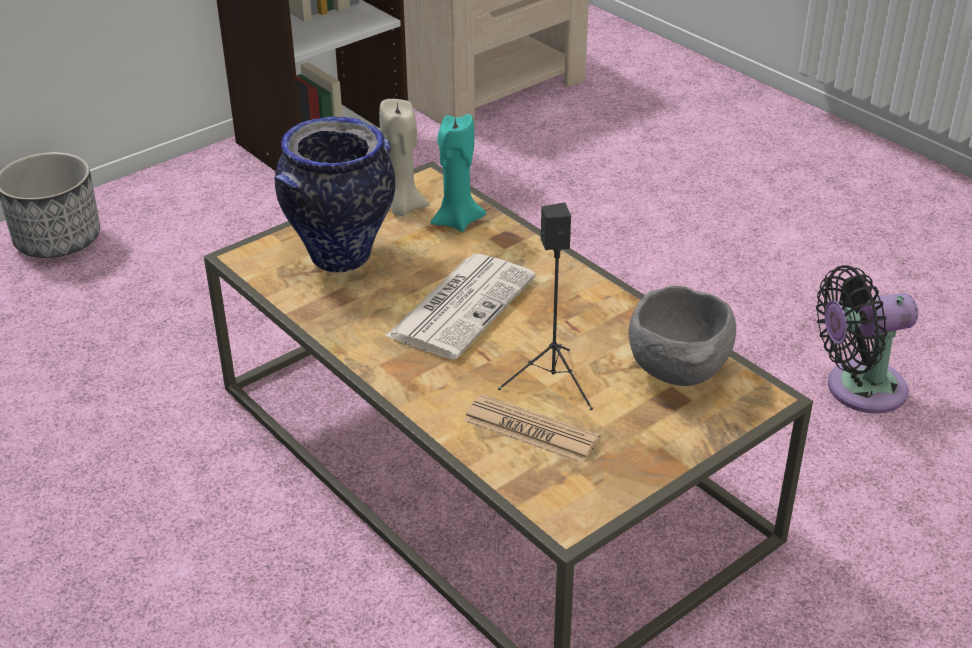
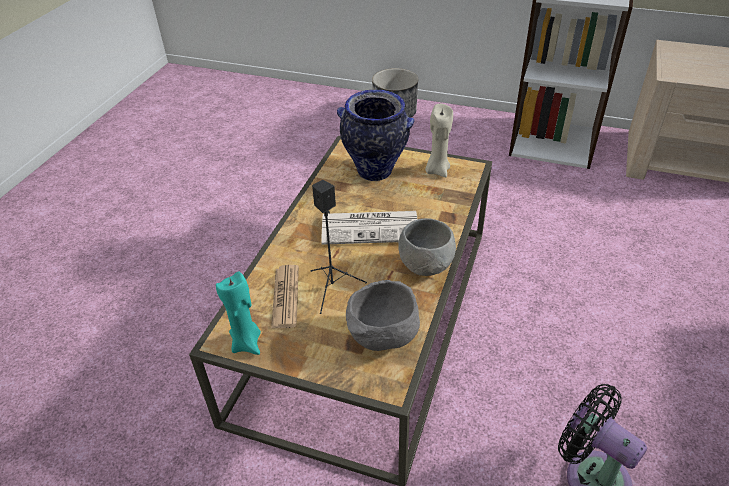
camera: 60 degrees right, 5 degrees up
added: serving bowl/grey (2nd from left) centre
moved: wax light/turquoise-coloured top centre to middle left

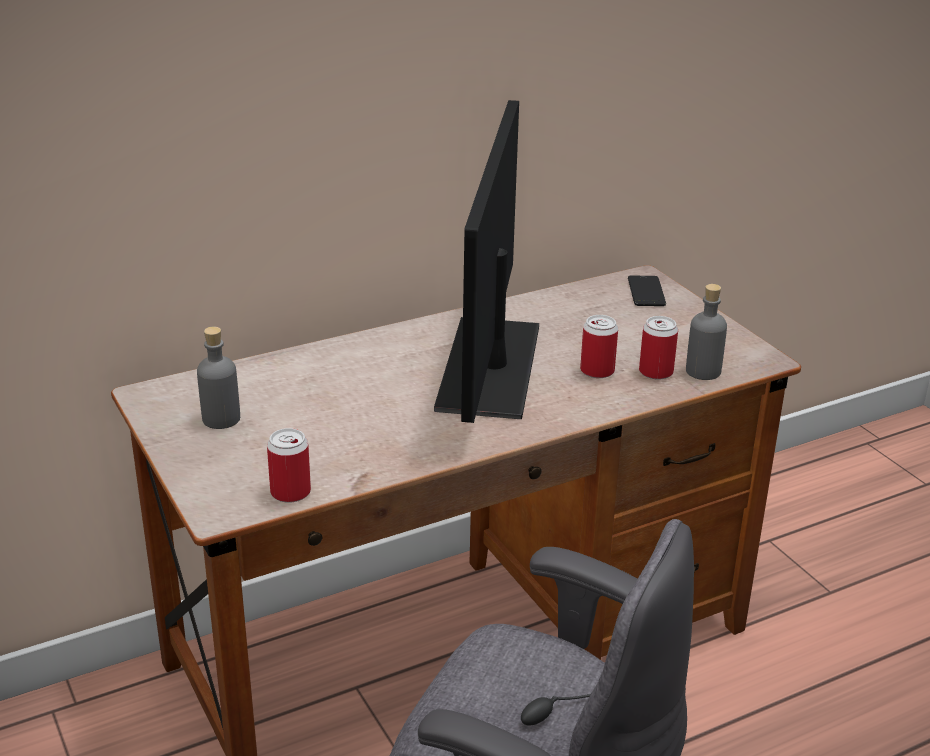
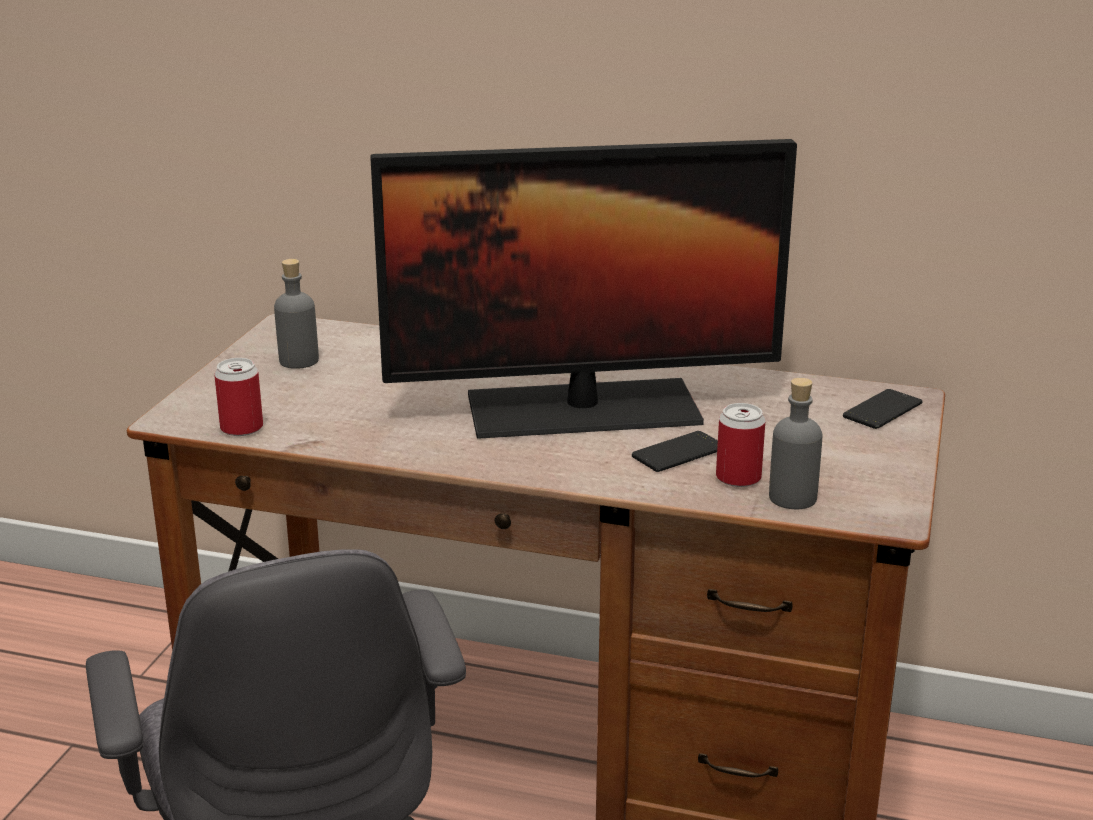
camera: 45 degrees right, 5 degrees down
replaced: sealed can (2nd from left) centre to telephone (1st from left) centre
turned: computer screen centre = centre 150 degrees counterclockwise

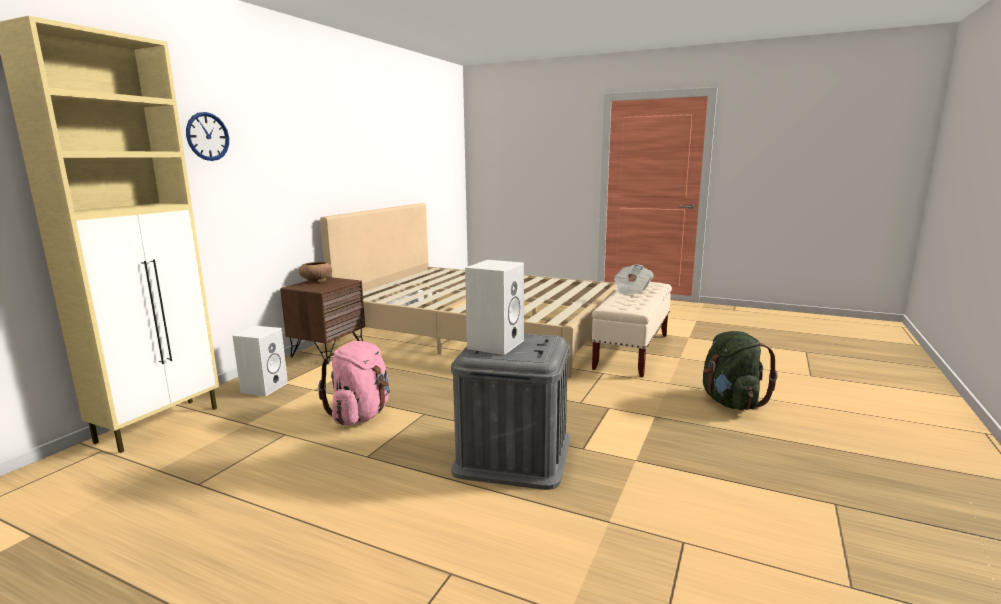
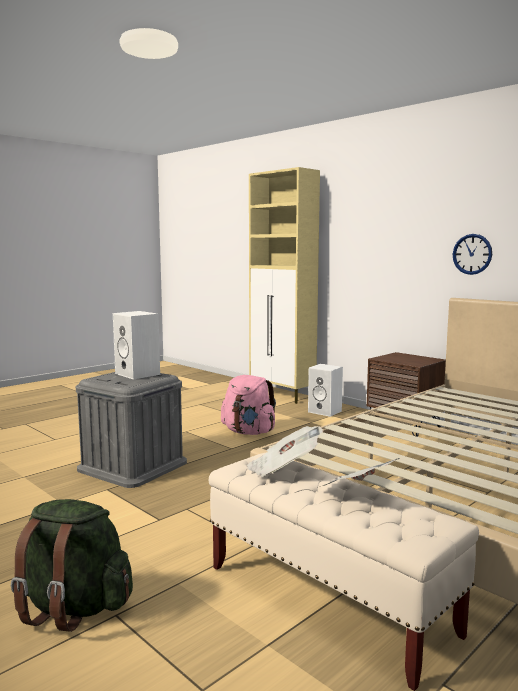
camera: 110 degrees right, 5 degrees down
removed: serving bowl/brown middle left
added: newspaper (1st from left) centre
moved: wall clock top left to middle right

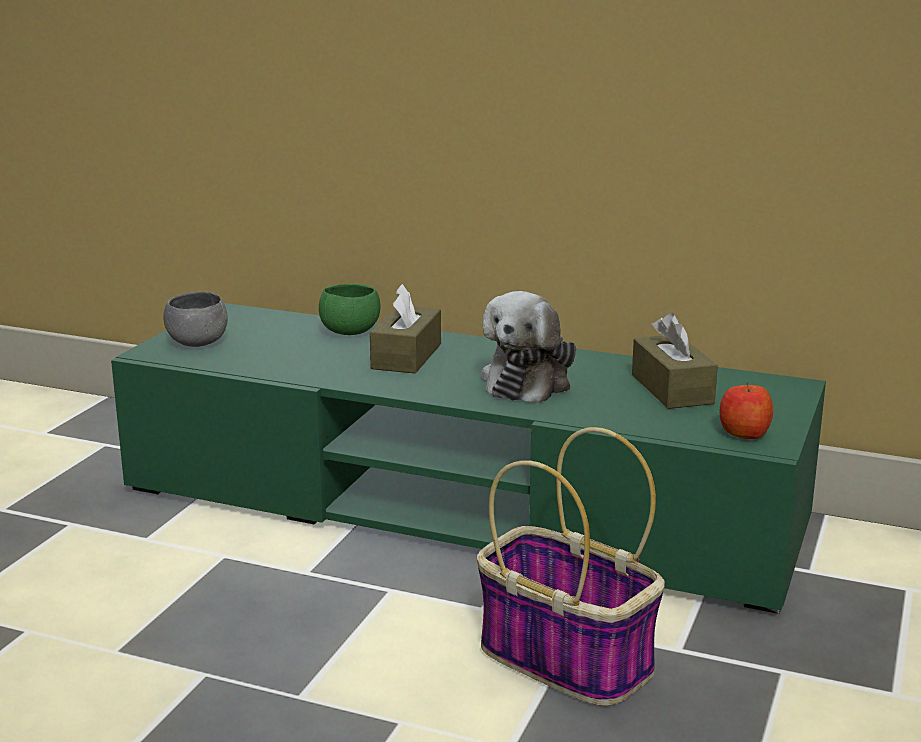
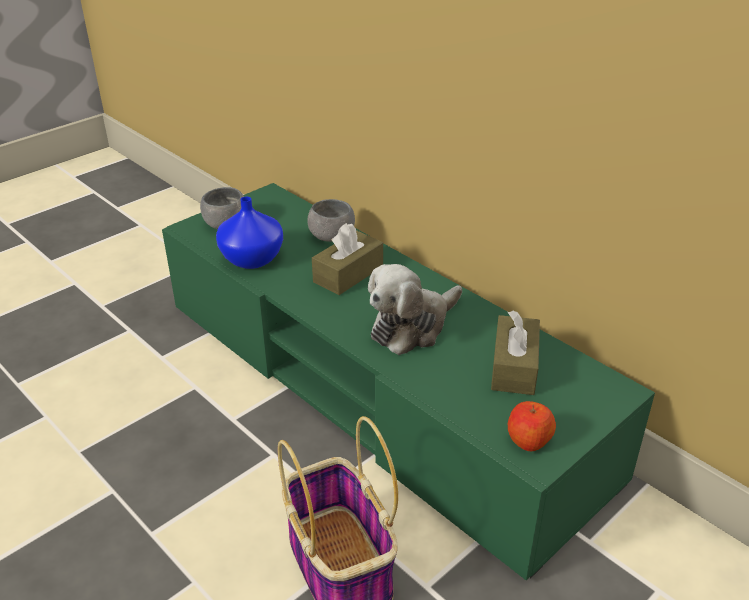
camera: 25 degrees right, 15 degrees up
added: decorative vase/bluish middle left
recoloured: serving bowl/green-coloured centre to serving bowl/grey (2nd from left) centre

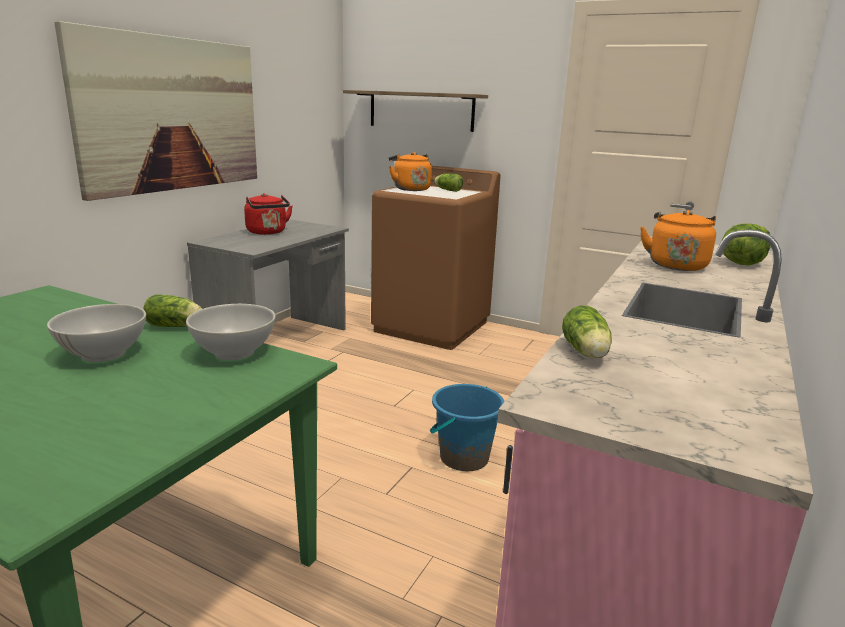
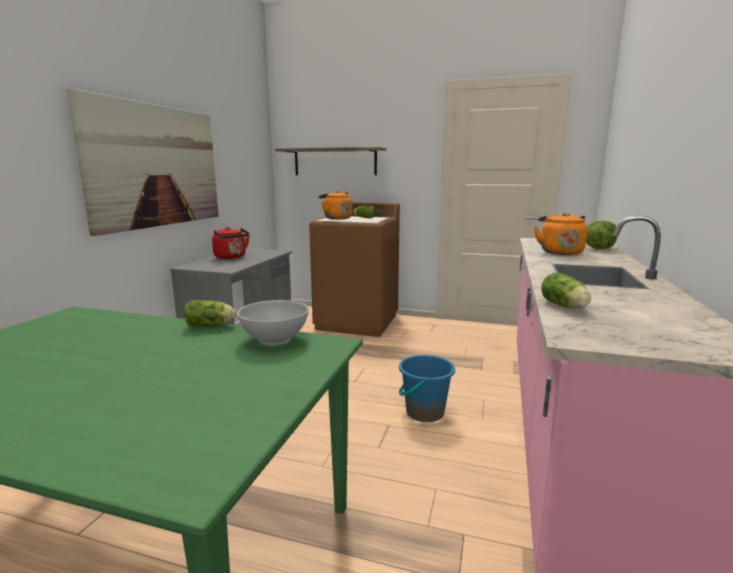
camera: 10 degrees left, 5 degrees down
removed: serving bowl/white-coloured (1st from left) middle left

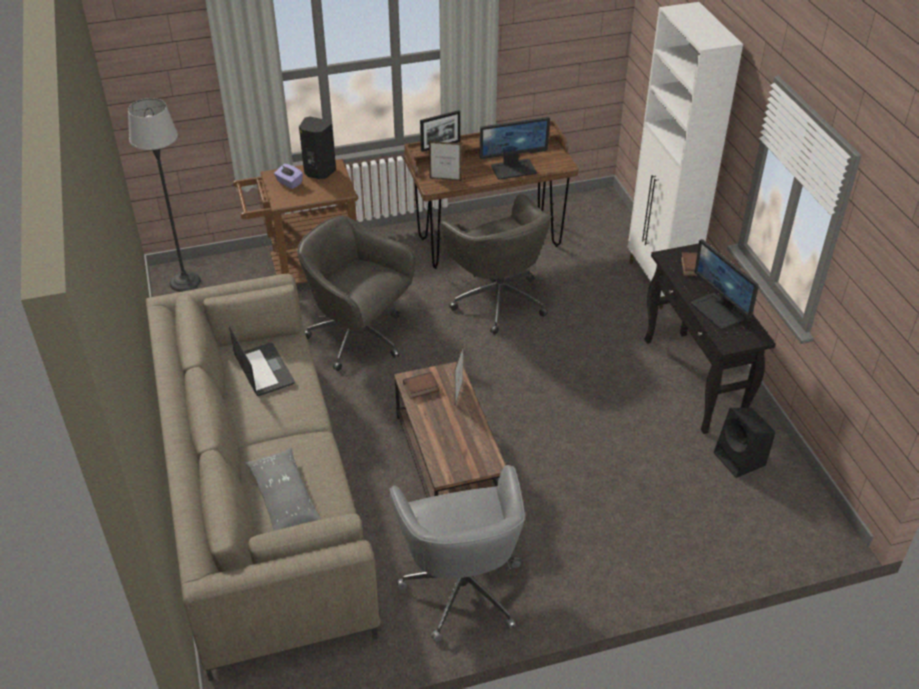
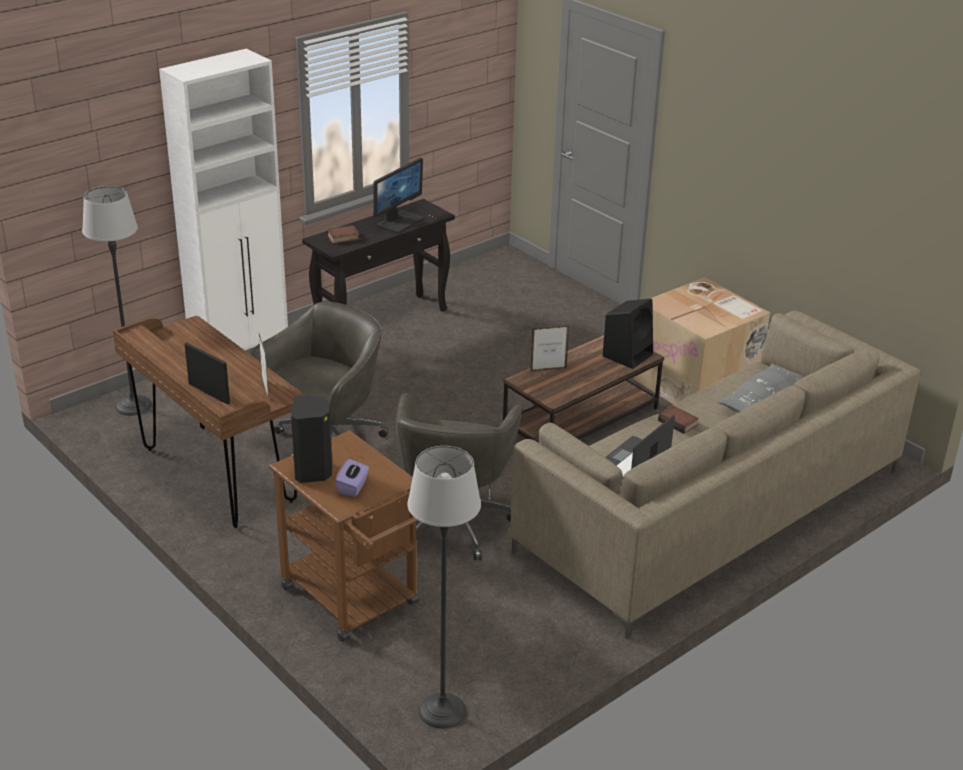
camera: 115 degrees left, 10 degrees down
removed: computer screen (1st from left) top centre
added: floor lamp (1st from left) middle left
moved: volume (1st from left in the first image) centre to volume (2nd from left) middle right; speaker/black (2nd from left) middle right to centre
replaced: computer chair/grey (2nd from left) bottom centre to carton middle right

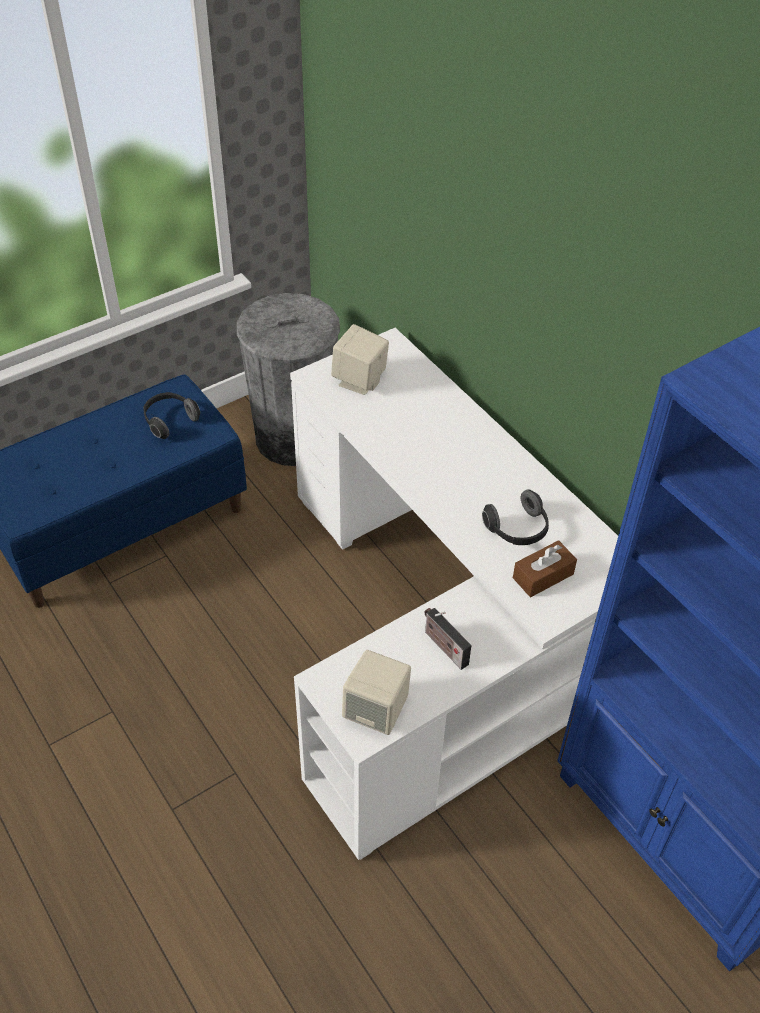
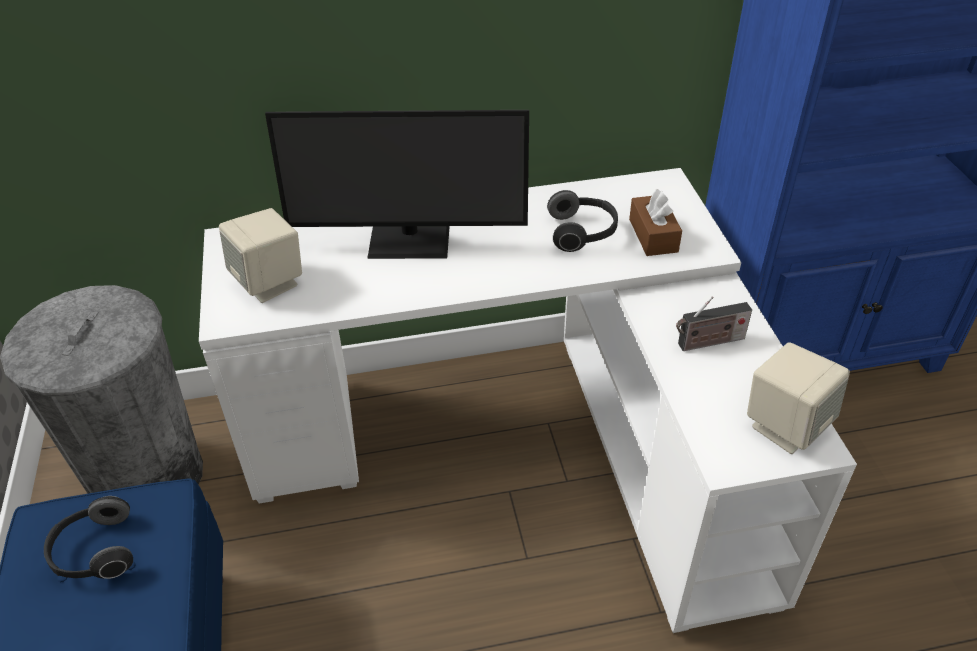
camera: 65 degrees left, 5 degrees down
added: computer screen top centre

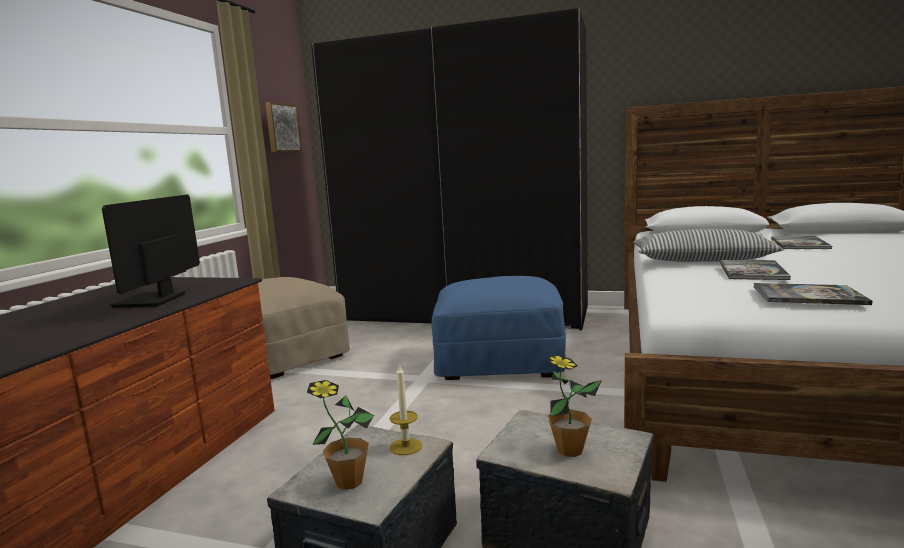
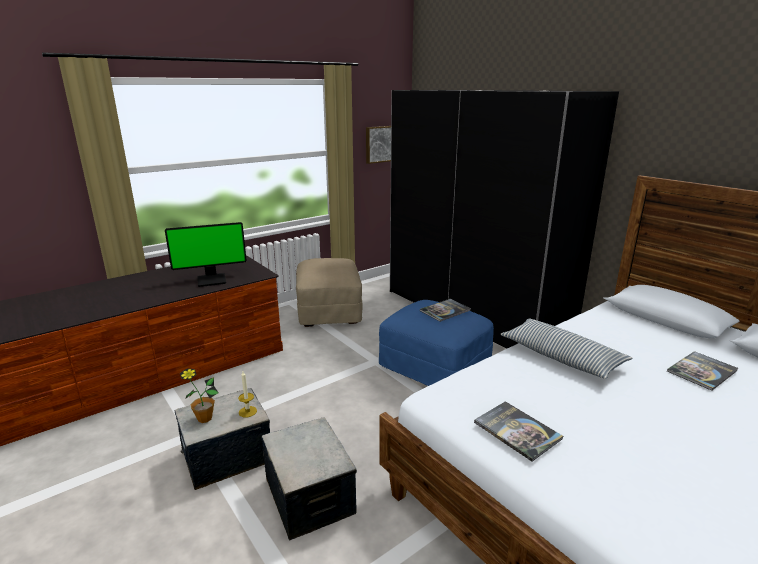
camera: 35 degrees right, 10 degrees up
removed: houseplant (2nd from left) bottom centre
moved: volume (1st from left) middle right to centre
turned: computer screen middle left = middle left 150 degrees counterclockwise

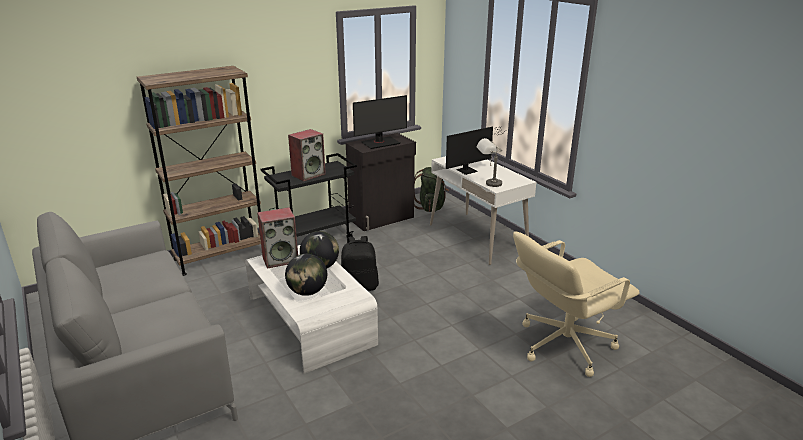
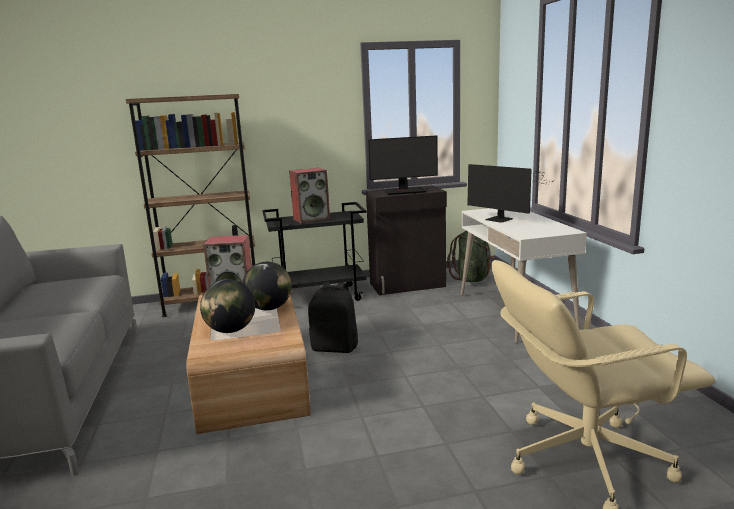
camera: 20 degrees right, 10 degrees down
removed: tabletop lamp/grey centre
recoloured: low table/white-coloured bottom centre to low table/brown bottom centre
turned: computer screen (2nd from left) centre = middle right 60 degrees clockwise

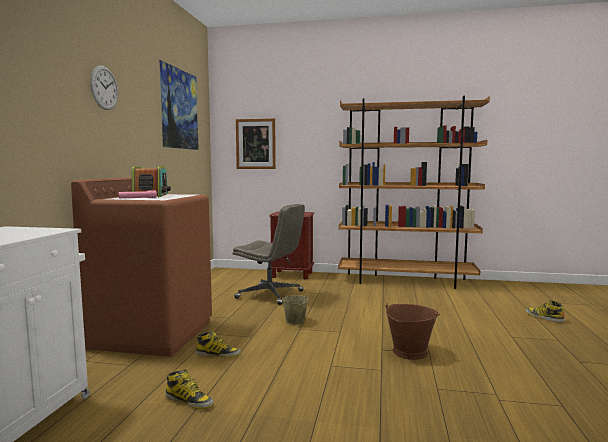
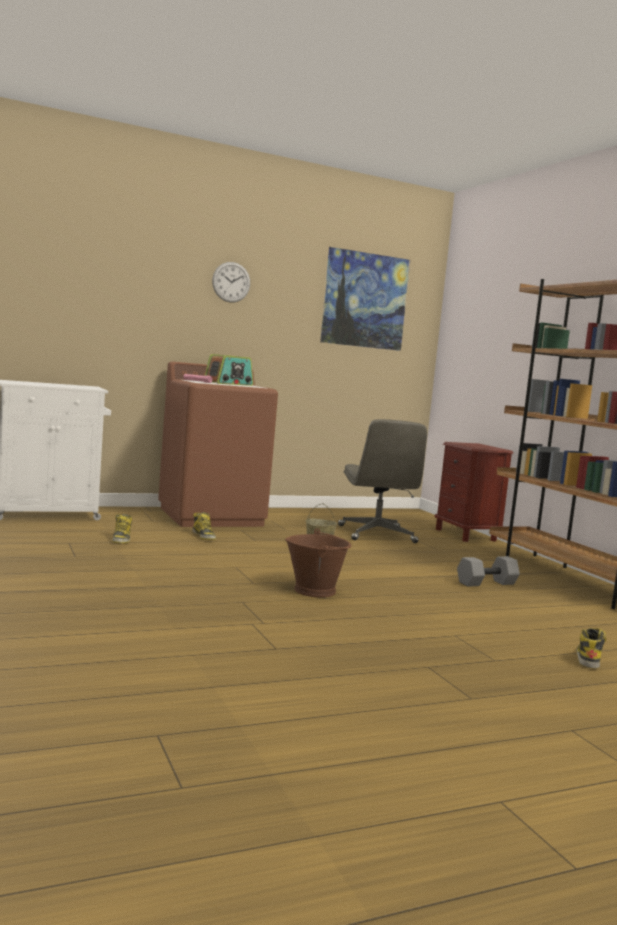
camera: 55 degrees right, 0 degrees up
removed: wall picture (2nd from left) top centre
added: free weight/grey middle right

